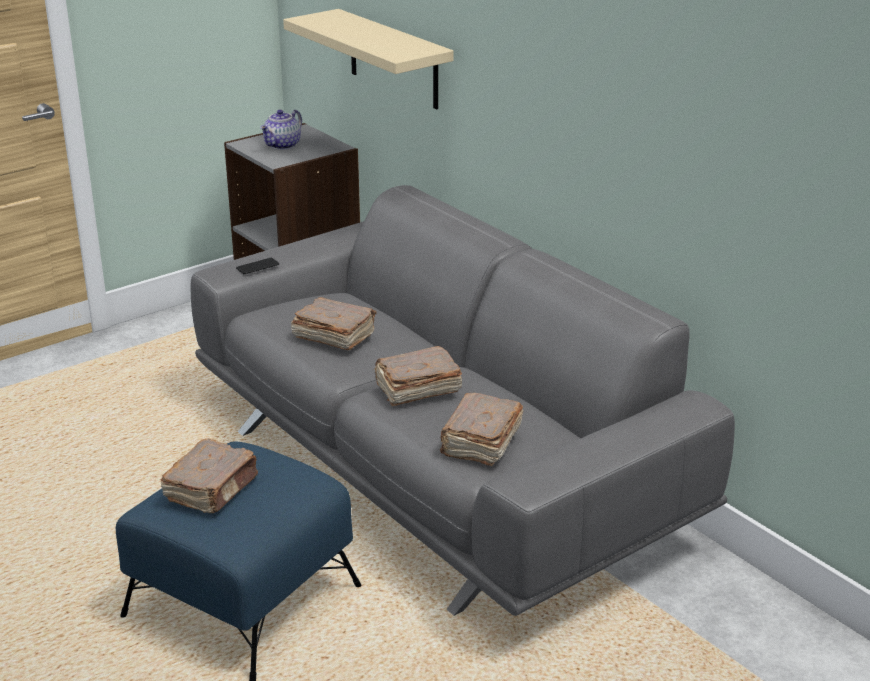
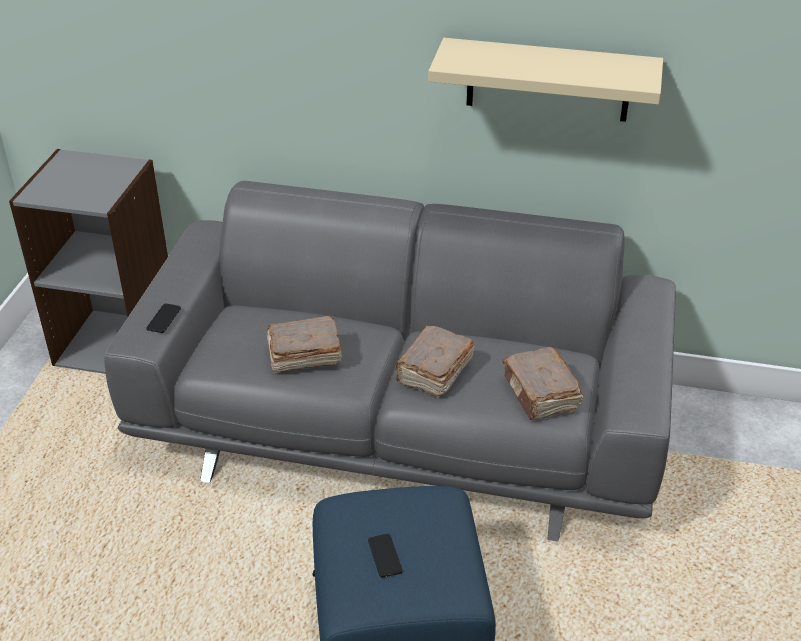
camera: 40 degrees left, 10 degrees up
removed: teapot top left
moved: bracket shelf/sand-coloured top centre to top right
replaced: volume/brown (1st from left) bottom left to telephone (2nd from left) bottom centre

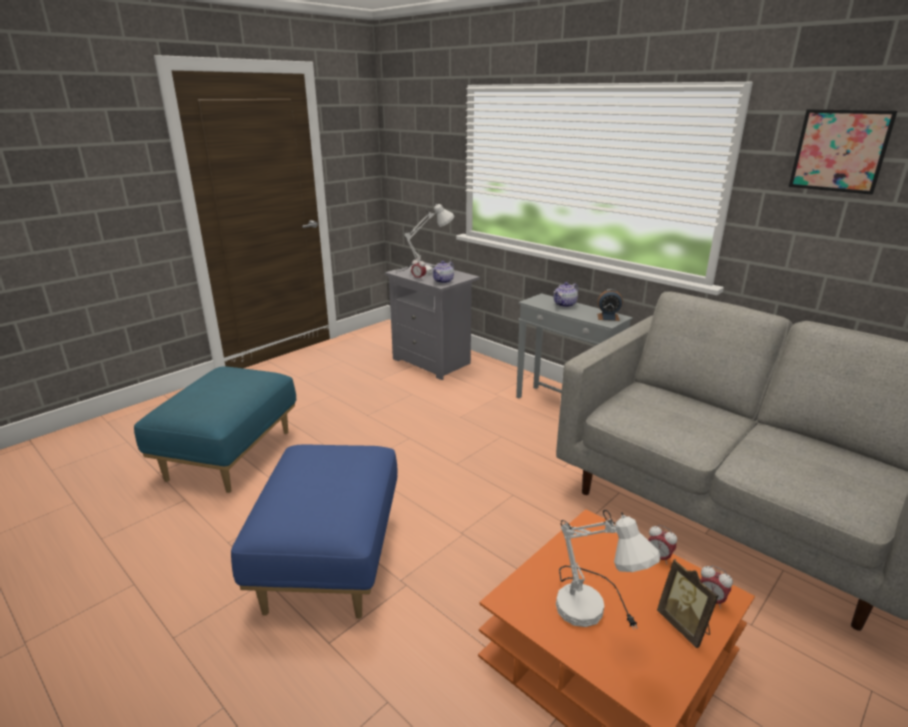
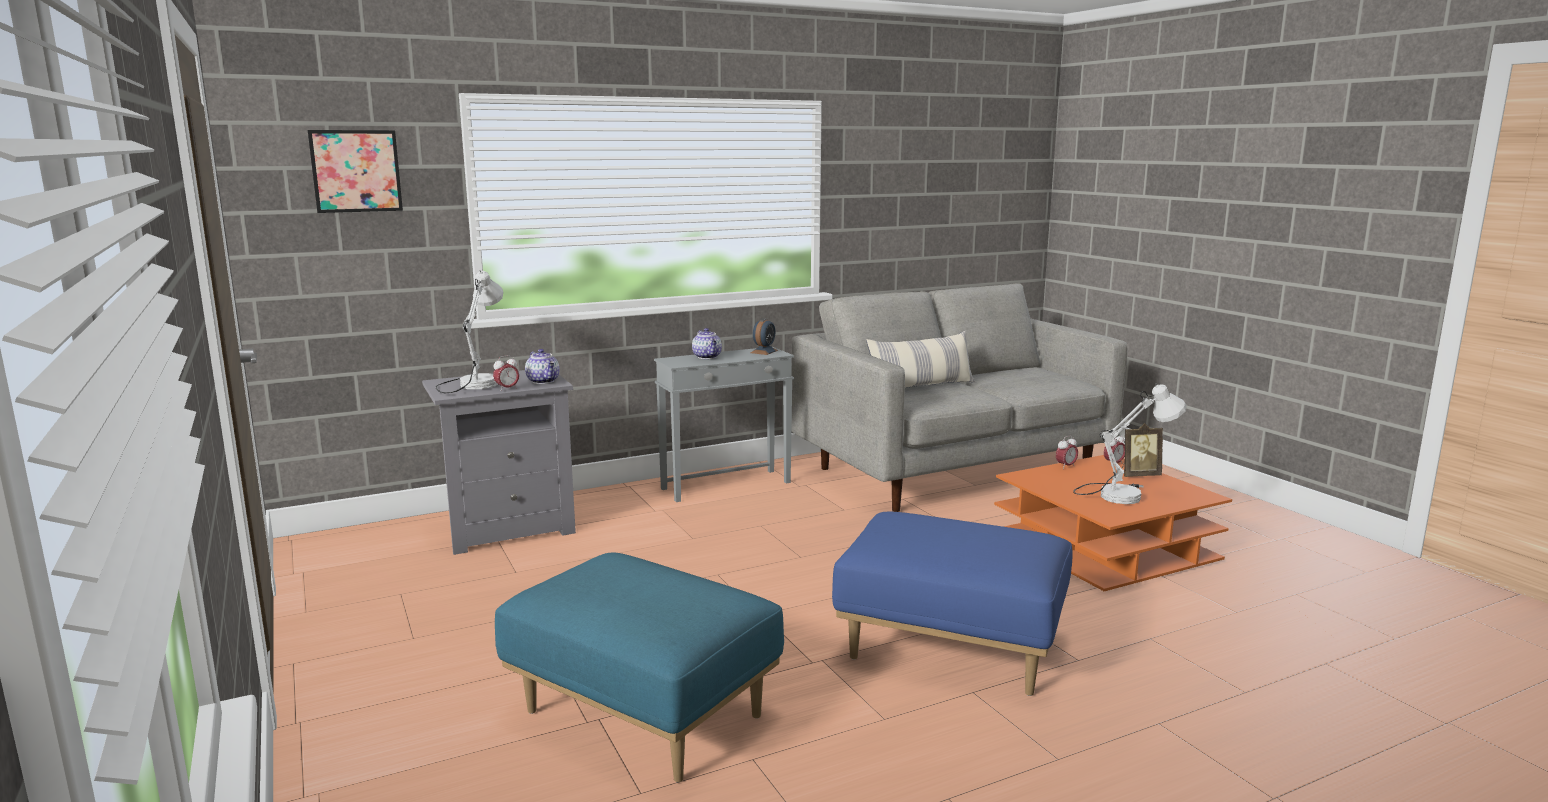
camera: 70 degrees left, 10 degrees down
added: pillow centre
moved: wall picture top right to top left

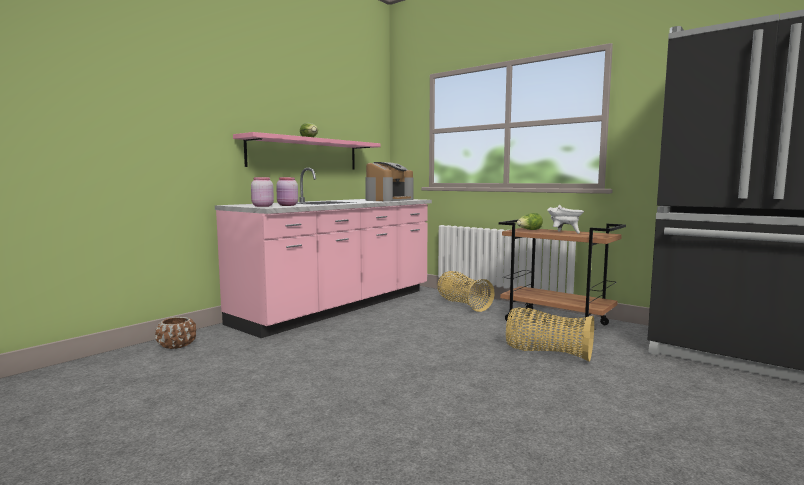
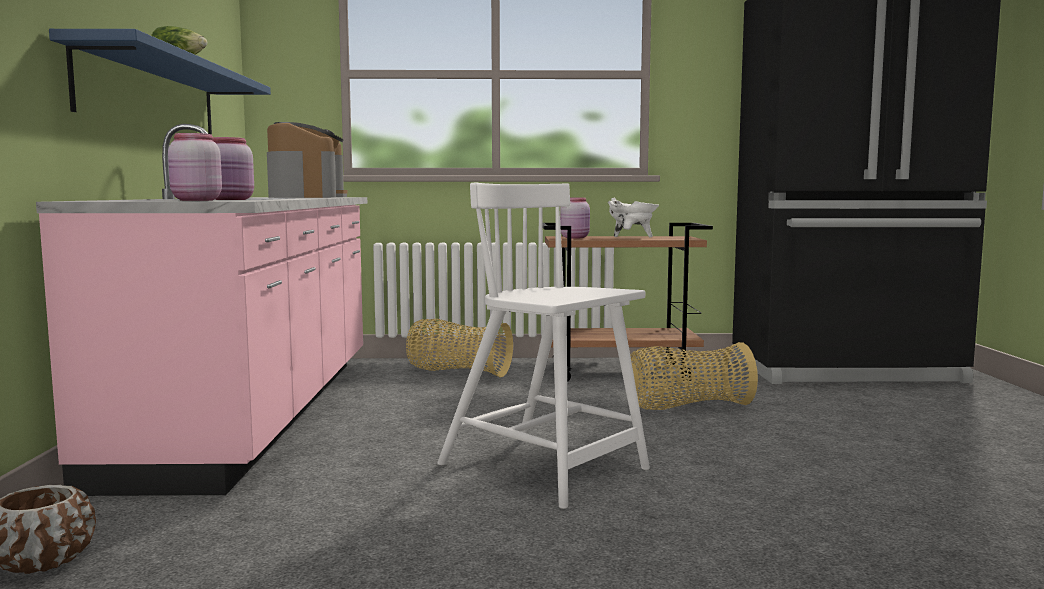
camera: 40 degrees left, 0 degrees up
added: upright chair/white-coloured centre
replaced: lettuce (2nd from left) centre to preserve jar/pink (3rd from left) centre
recoloured: bracket shelf/pink top centre to bracket shelf/bluish top left

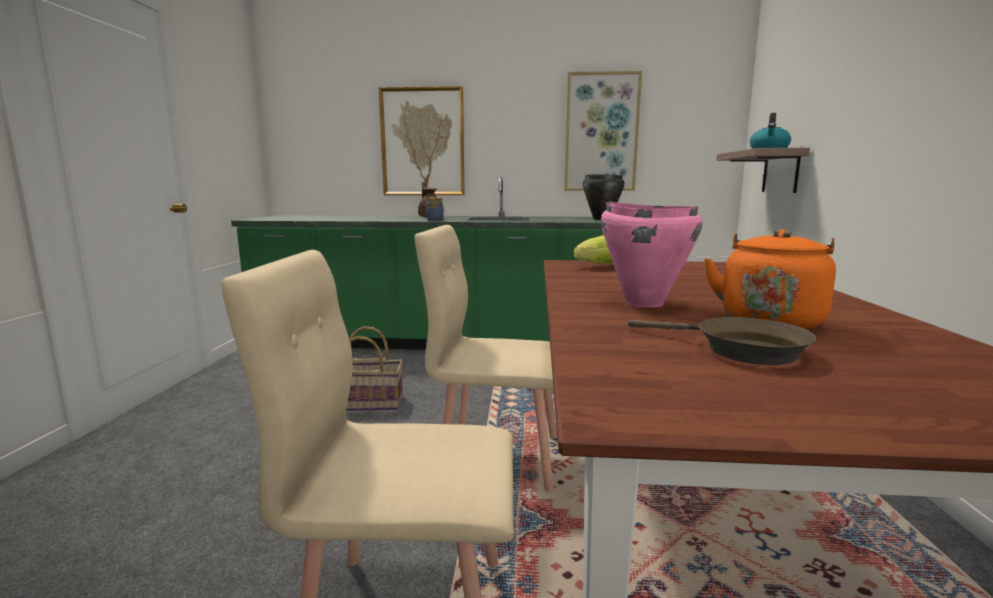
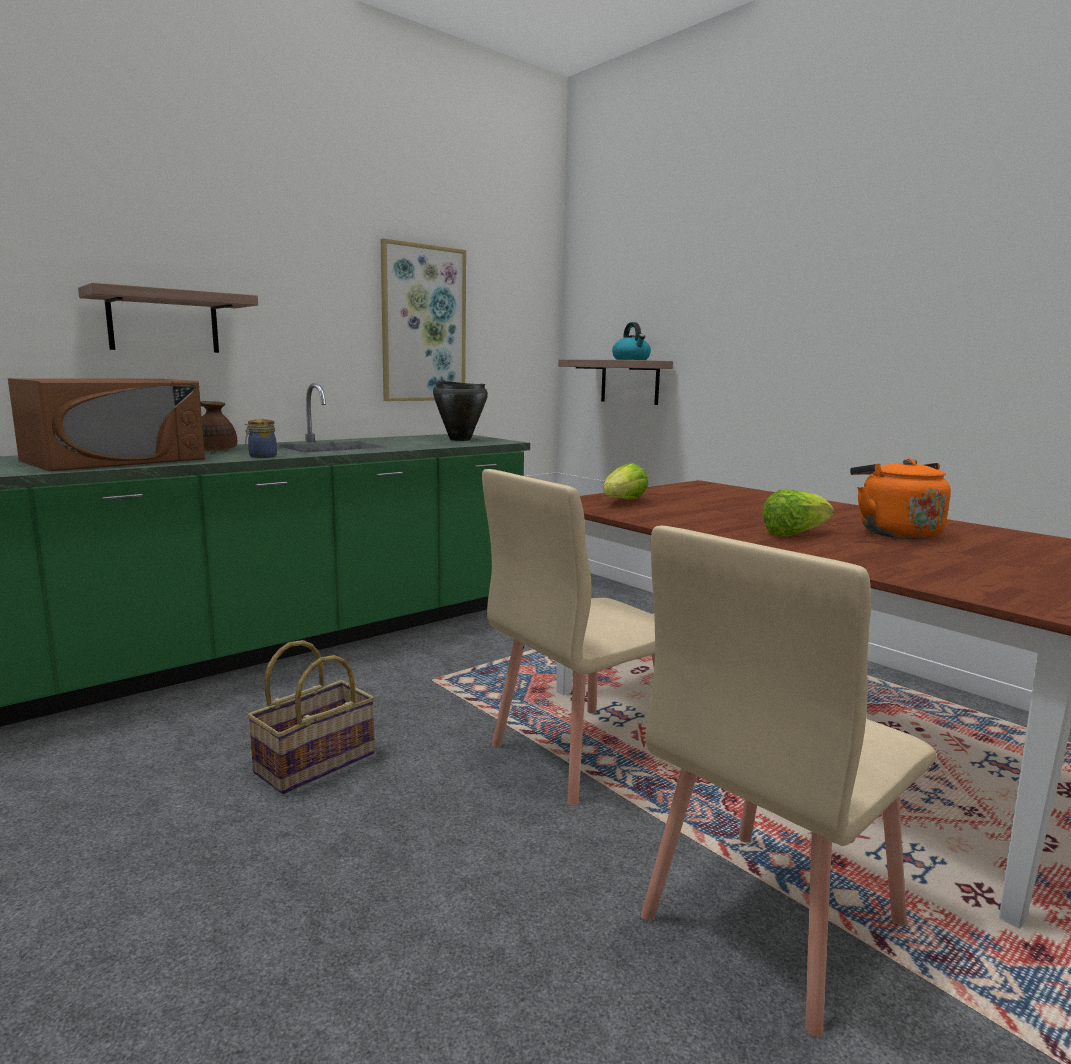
camera: 45 degrees left, 0 degrees up
removed: skillet/brown middle right
added: kitchen microwave/brown middle left
replaced: wall picture (1st from left) top centre to bracket shelf (1st from left) top left; stockpot/pink centre to lettuce (2nd from left) middle right

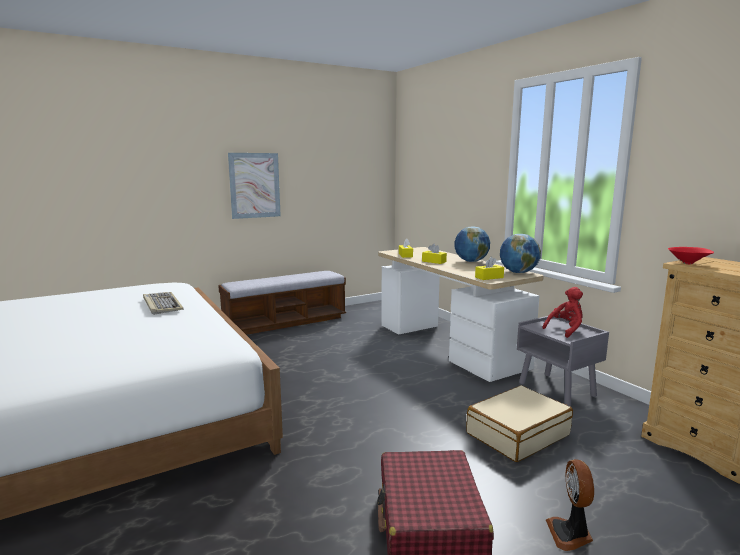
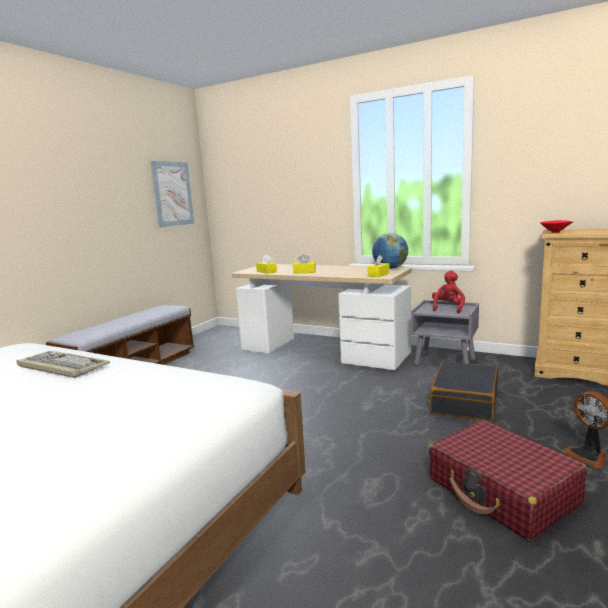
camera: 30 degrees left, 0 degrees up
removed: desk globe (1st from left) centre
moved: wall picture centre to top left
recoloured: travel case/sand-coloured bottom right to travel case/black middle right

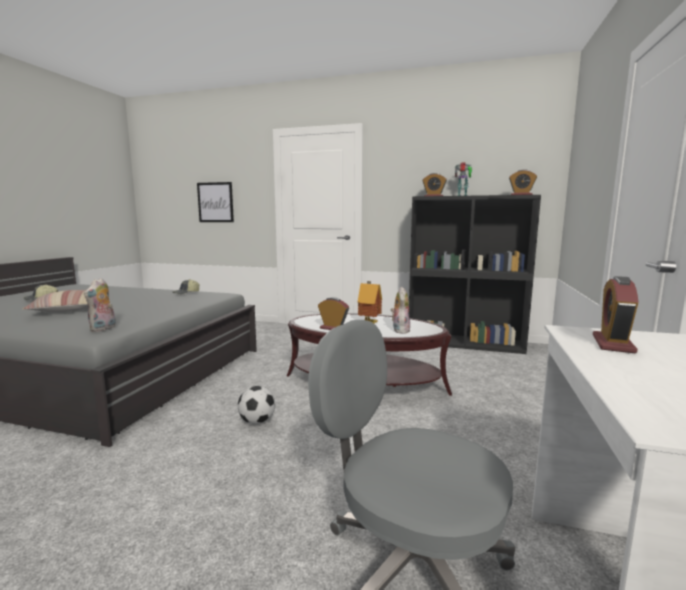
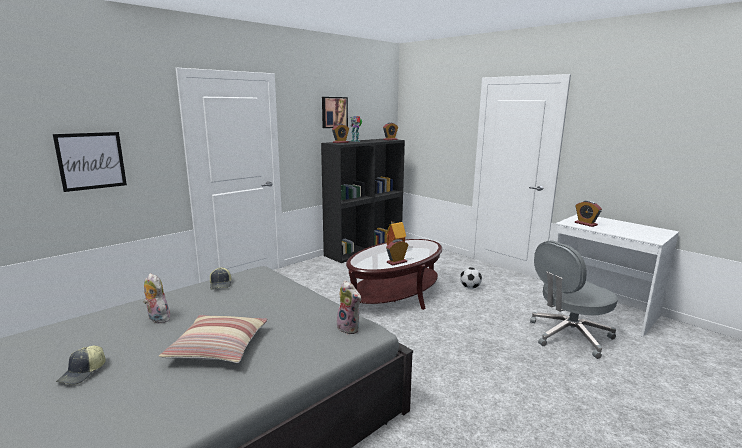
camera: 60 degrees left, 5 degrees up
added: wall picture (2nd from left) top centre
moved: cuddly toy (2nd from left in the first image) centre to cuddly toy (1st from left) middle left; football ball bottom centre to centre

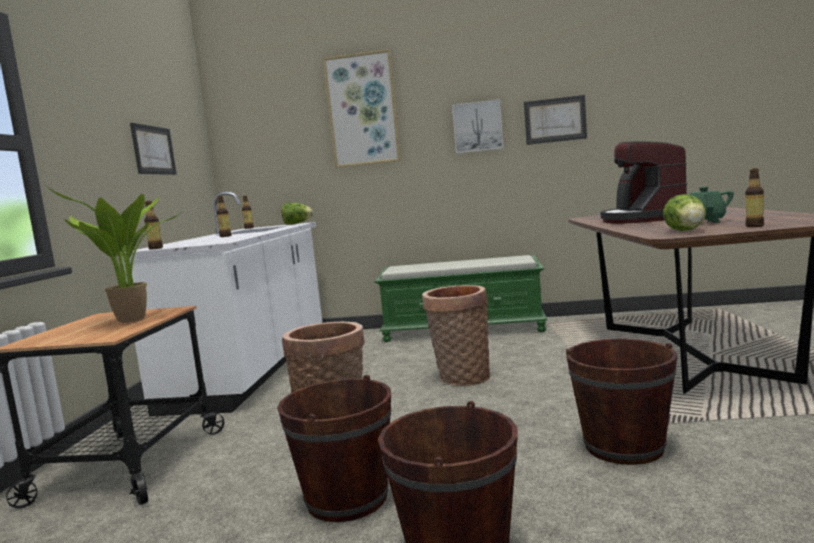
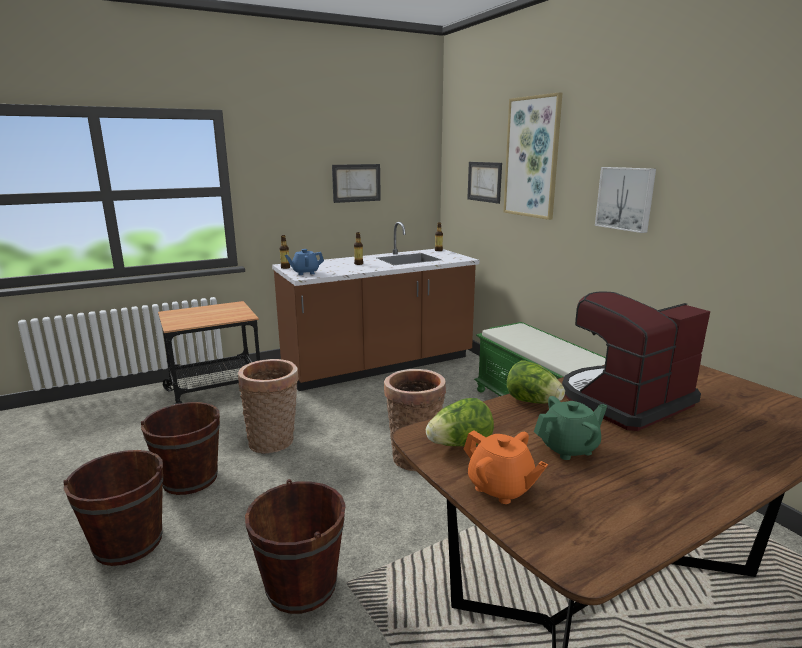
camera: 55 degrees right, 10 degrees up
removed: houseplant middle left
added: teapot/bluish centre
moved: wall picture (4th from left in the first image) top right to wall picture (2nd from left) top centre; lettuce (1st from left in the first image) centre to lettuce (2nd from left) middle right
replaced: bottle (4th from left) middle right to teapot/orange-coloured bottom centre
recoloured: counter/white-coloured middle left to counter/brown centre

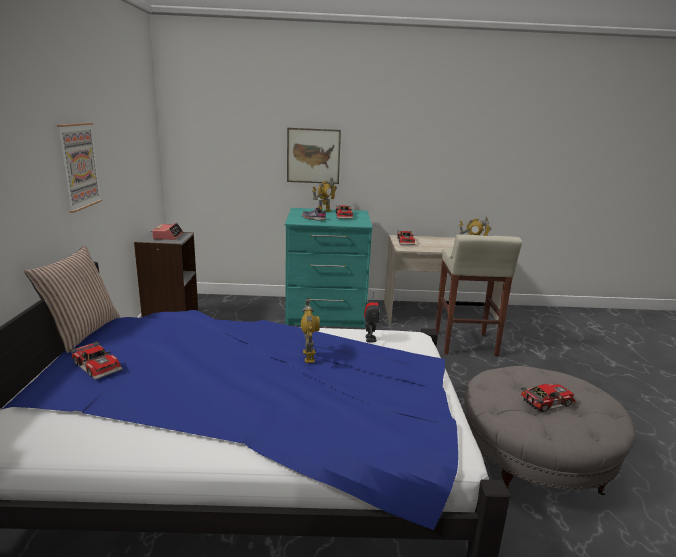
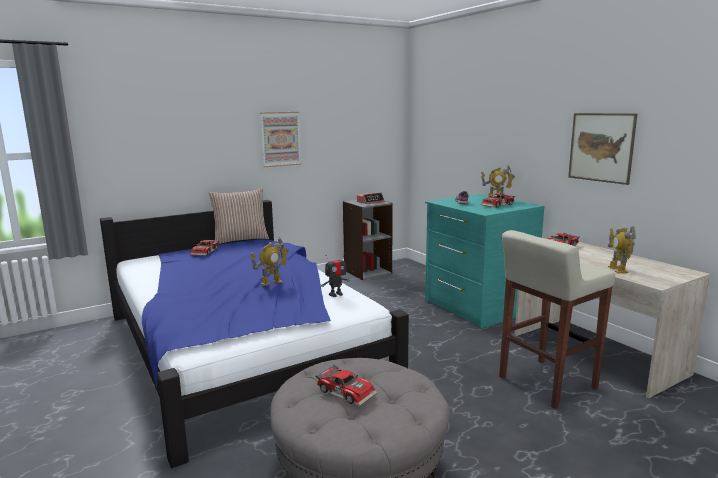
camera: 60 degrees right, 5 degrees down
moved: wall picture (2nd from left) top centre to top right

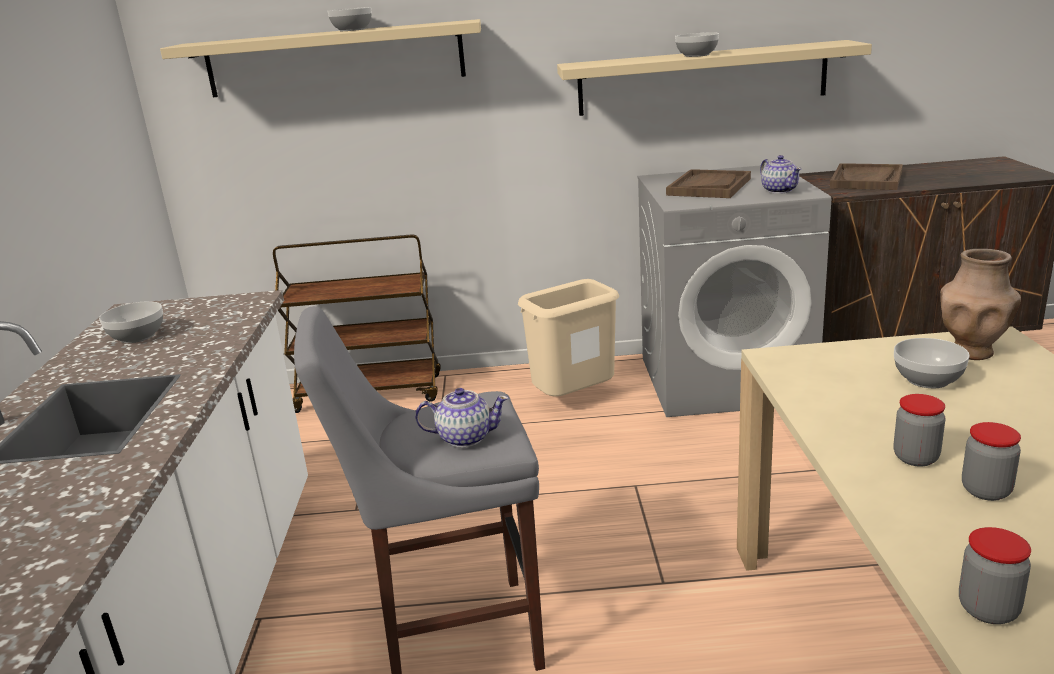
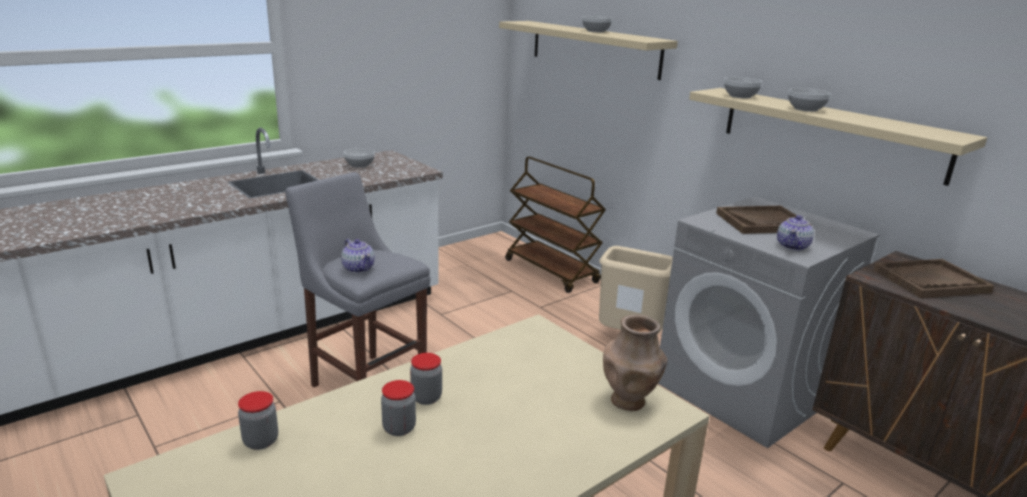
camera: 50 degrees right, 0 degrees up
moved: serving bowl (4th from left in the first image) middle right to serving bowl (3rd from left) top right

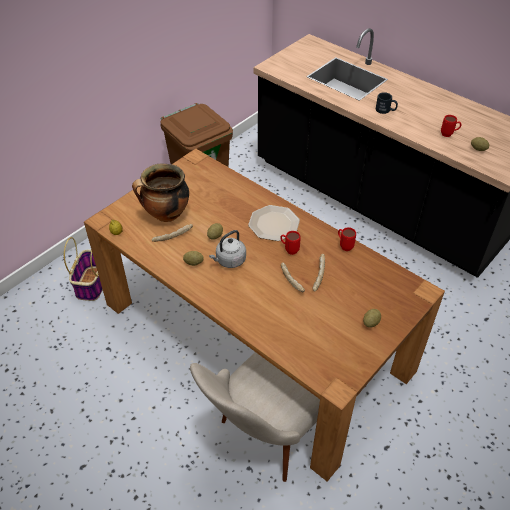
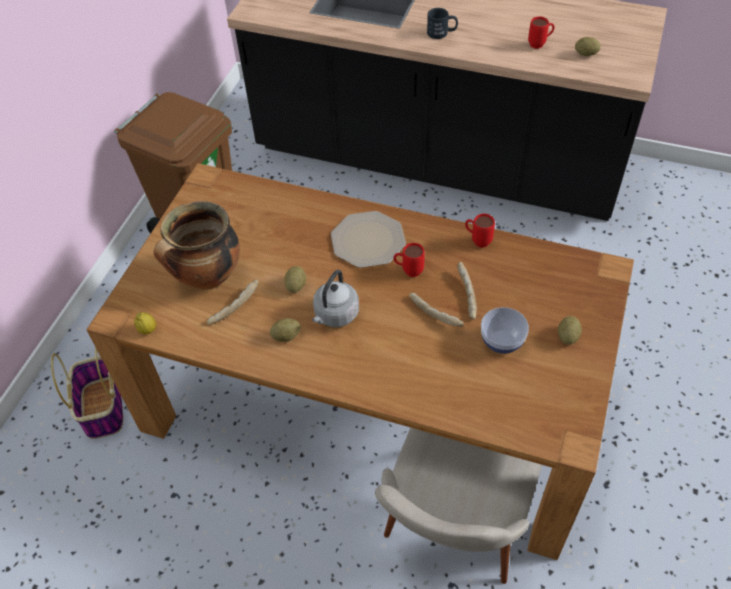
camera: 20 degrees left, 5 degrees up
added: serving bowl middle right

